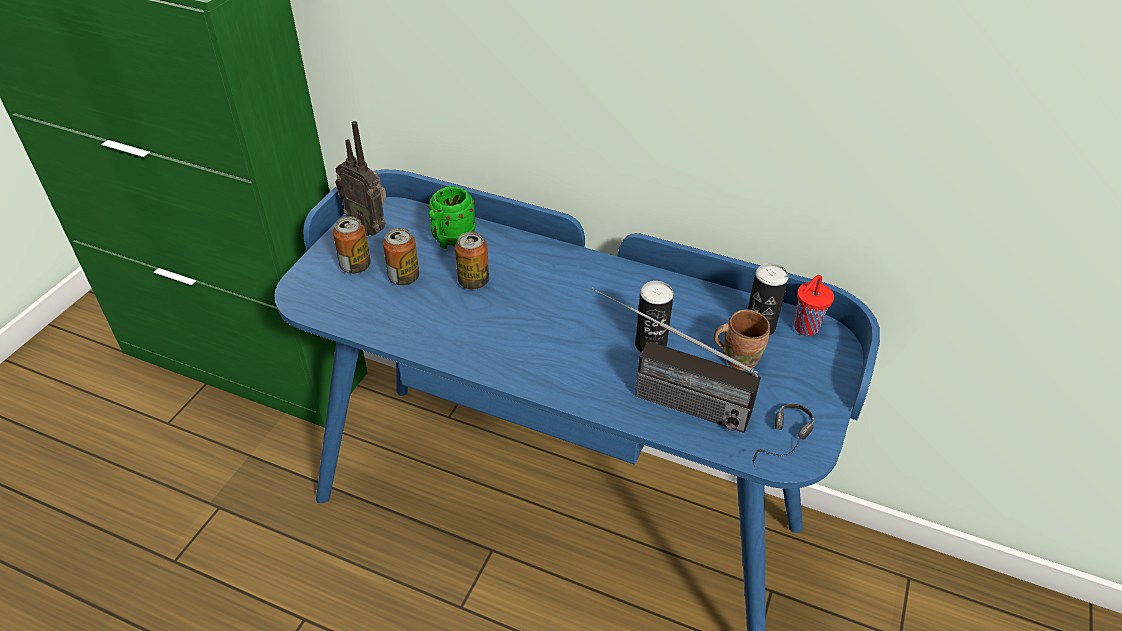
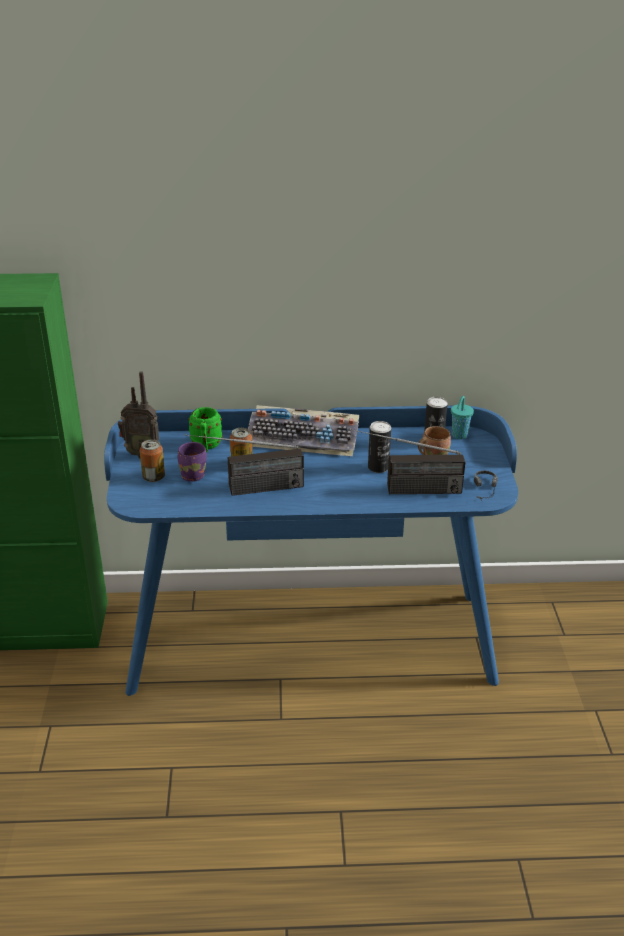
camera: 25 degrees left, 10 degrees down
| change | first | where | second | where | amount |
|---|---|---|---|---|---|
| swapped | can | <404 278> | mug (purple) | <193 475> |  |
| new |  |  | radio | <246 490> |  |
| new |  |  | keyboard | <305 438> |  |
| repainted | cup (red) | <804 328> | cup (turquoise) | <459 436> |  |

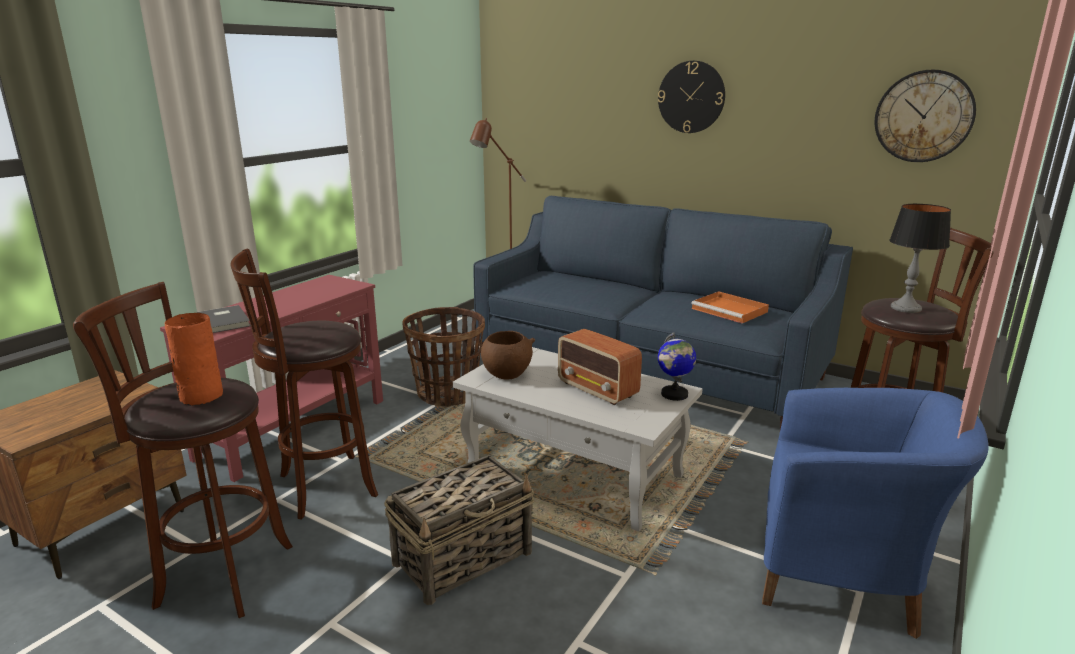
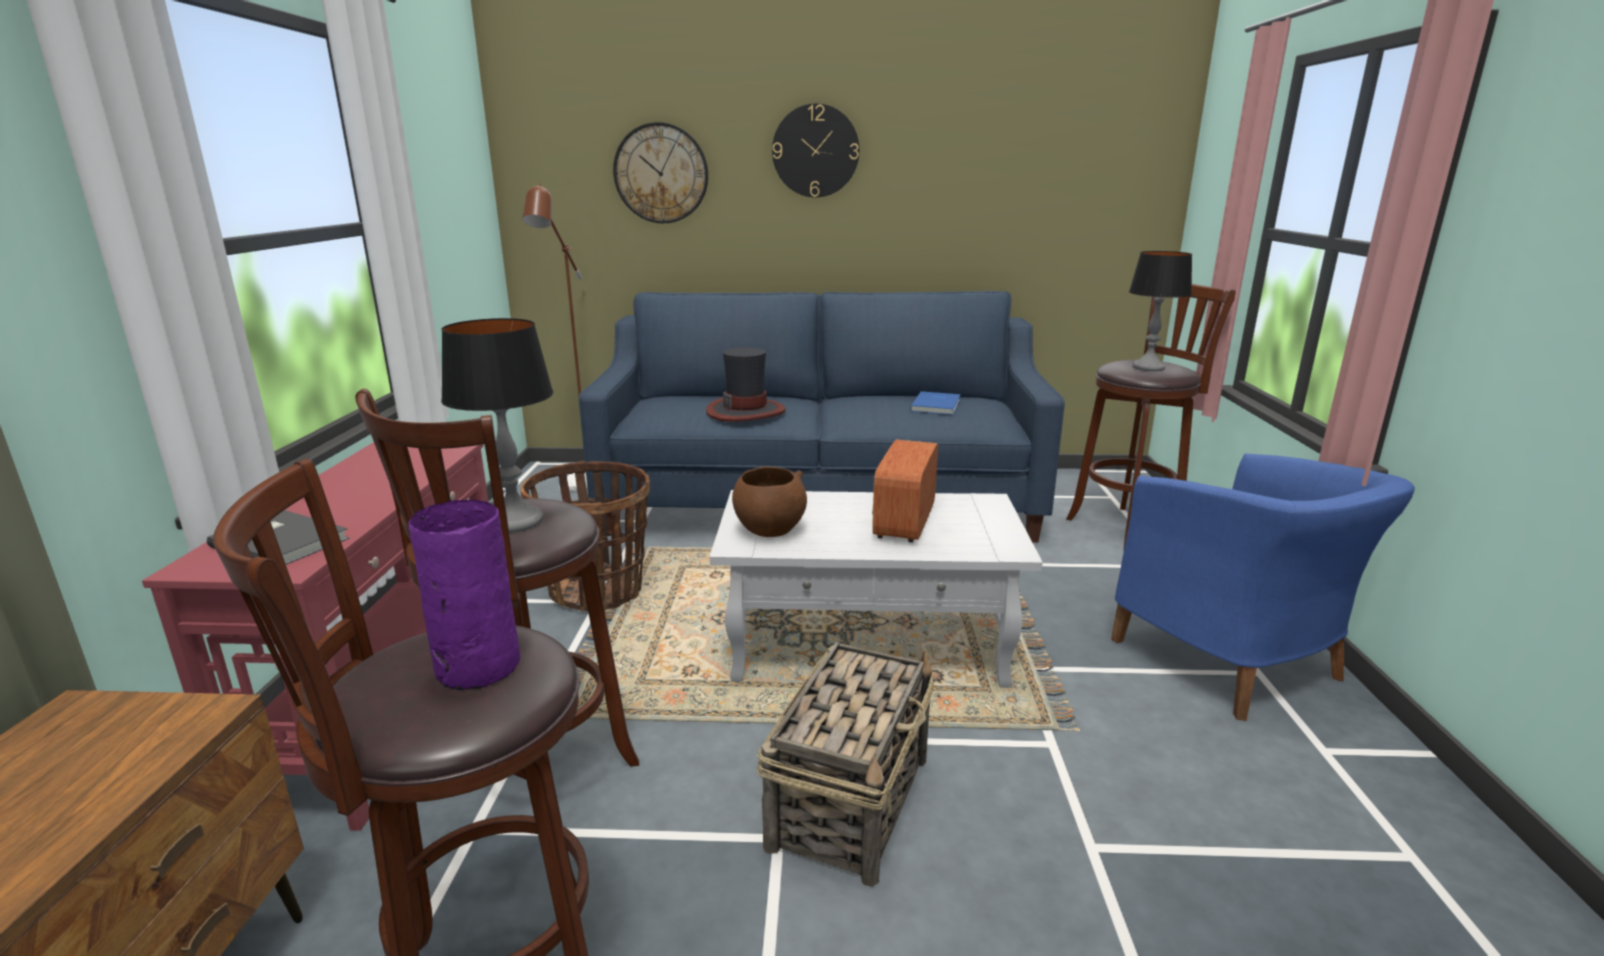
camera: 30 degrees left, 0 degrees up
| change | first | where | second | where | amount |
|---|---|---|---|---|---|
| repainted | vase (orange) | <200 396> | vase (purple) | <475 667> |  |
| new |  |  | table lamp | <516 521> |  |
| shifted | wall clock | <923 116> |  | <661 173> |  |
| new |  |  | hat | <746 411> |  |
| rotated | radio | <598 390> |  | <904 522> | 90 degrees clockwise |
| swapped | tray (orange) | <730 310> | book (blue) | <937 405> |  |
| rotated | armchair (blue) | <844 576> |  | <1232 663> | 75 degrees clockwise |
| gone | globe | <674 394> |  |  |  |

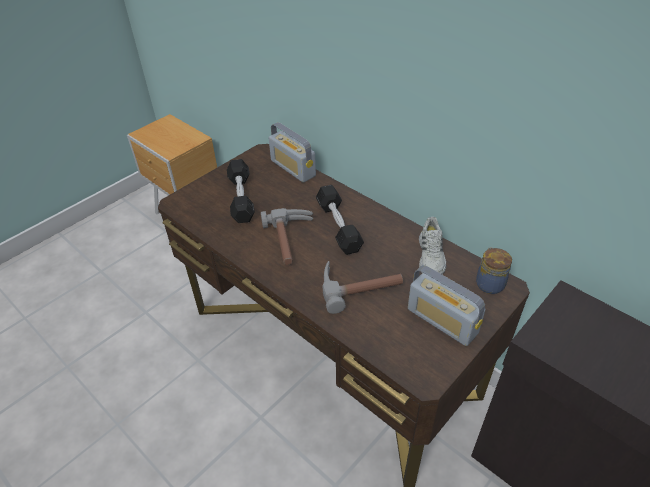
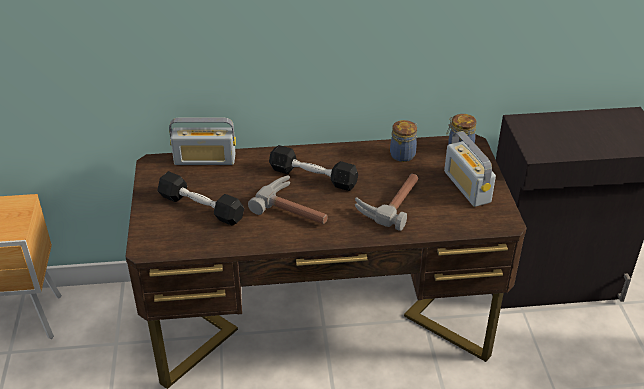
camera: 50 degrees left, 5 degrees down
| change | first | where | second | where | amount |
|---|---|---|---|---|---|
| swapped | shoe (white) | <431 256> | jar | <403 155> |  |
| rotated | radio | <442 321> |  | <467 187> | 75 degrees clockwise |

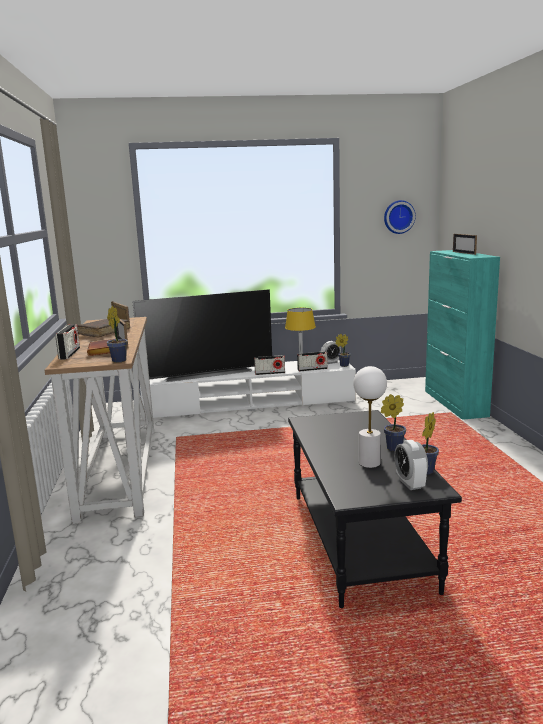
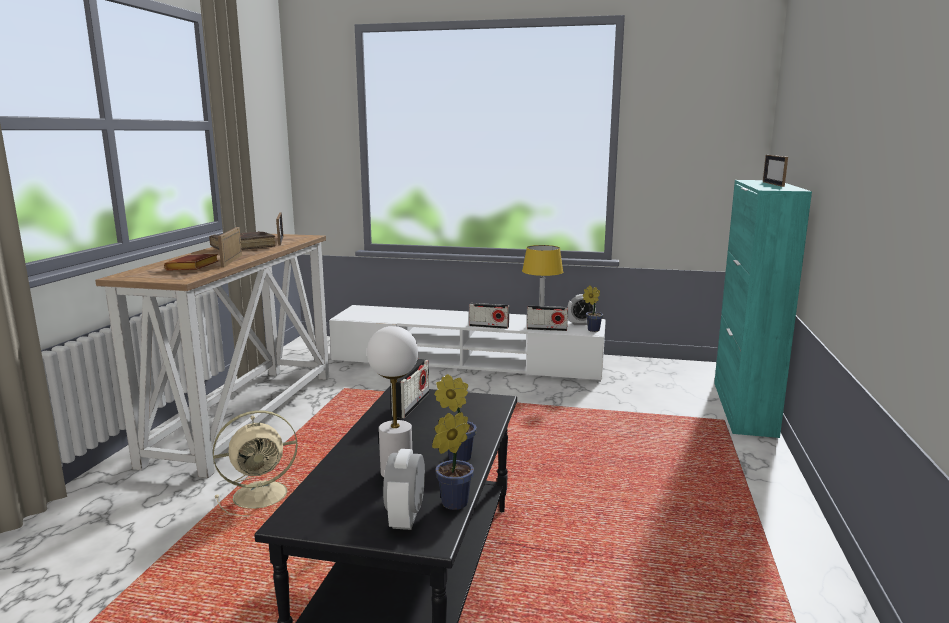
camera: 20 degrees right, 0 degrees up
| change | first | where | second | where | amount |
|---|---|---|---|---|---|
| new |  |  | fan (beige) | <263 495> |  |
| shifted | radio | <69 353> |  | <411 405> |  |
| gone | potted plant | <120 360> |  |  |  |
| gone | television | <207 373> |  |  |  |
| gone | wall clock | <398 217> |  |  |  |

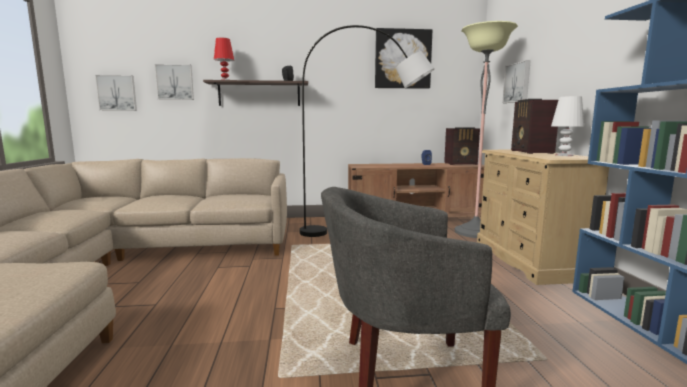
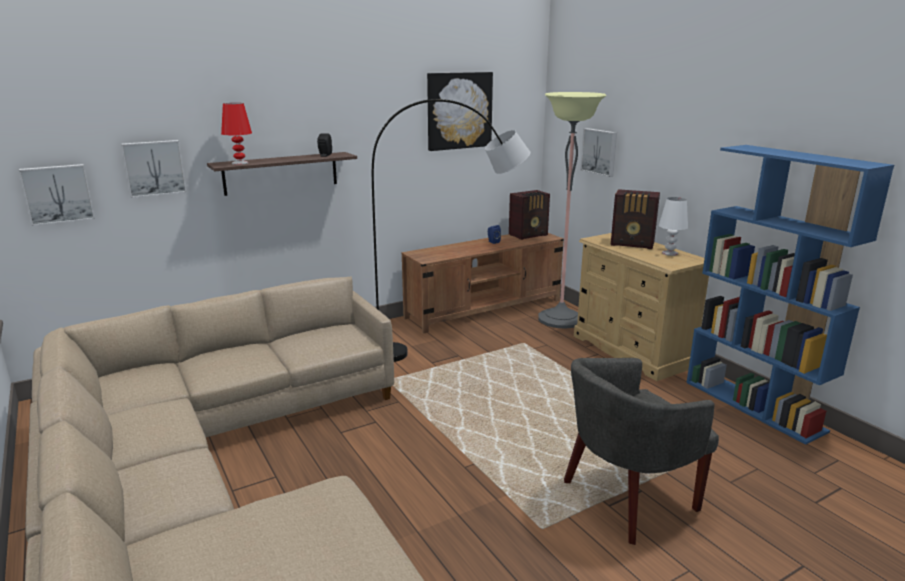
camera: 25 degrees left, 10 degrees up
| change | first | where | second | where | amount |
|---|---|---|---|---|---|
| rotated | radio | <531 152> |  | <633 244> | 45 degrees counterclockwise |

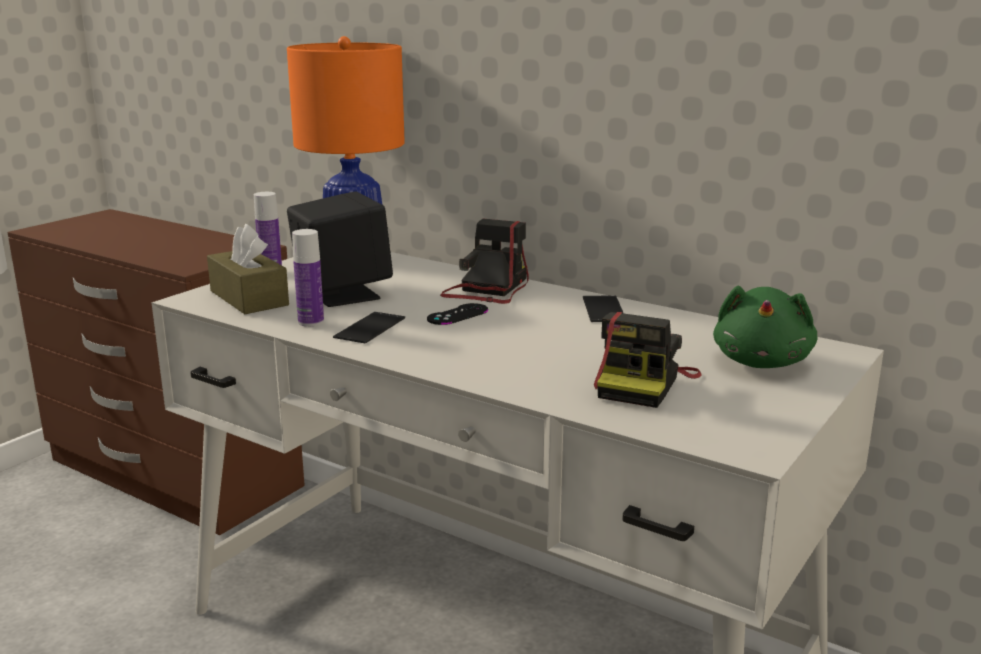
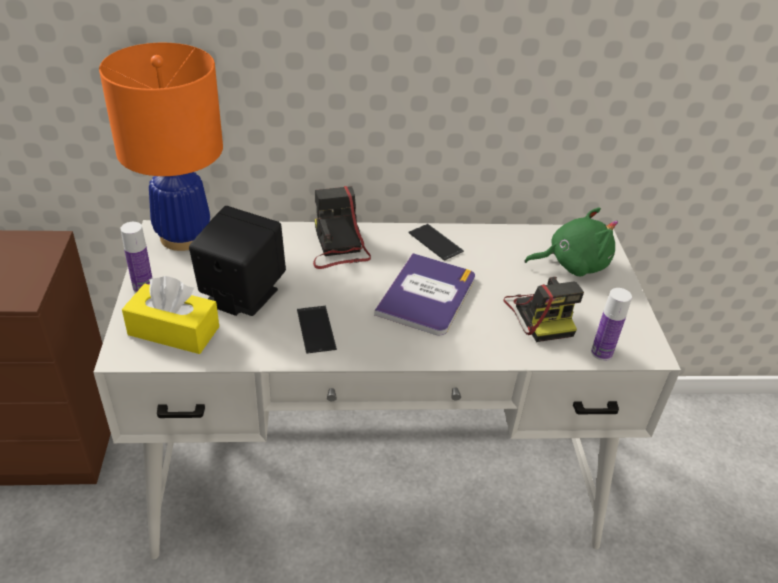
camera: 40 degrees left, 20 degrees up
| change | first | where | second | where | amount |
|---|---|---|---|---|---|
| repainted | tissue box (brown) | <249 298> | tissue box (yellow) | <174 331> |  |
| new |  |  | book | <427 295> |  |
| rotated | plush toy (green) | <762 362> |  | <572 264> | 75 degrees counterclockwise |
| shifted | bottle | <311 322> |  | <601 353> |  |
| gone | game controller (black) | <457 315> |  |  |  |

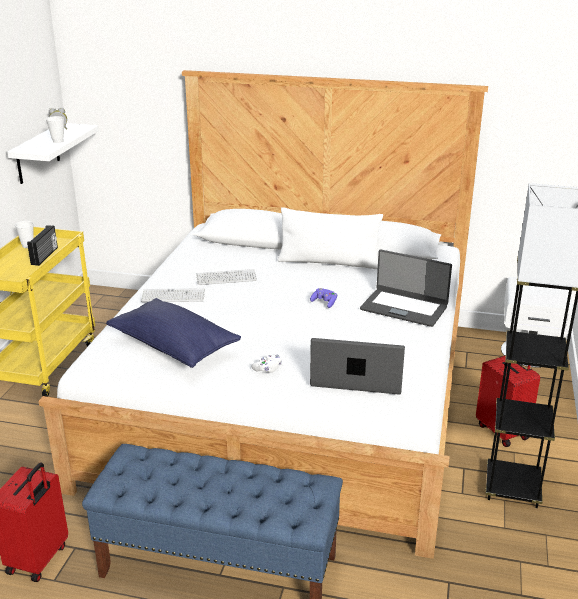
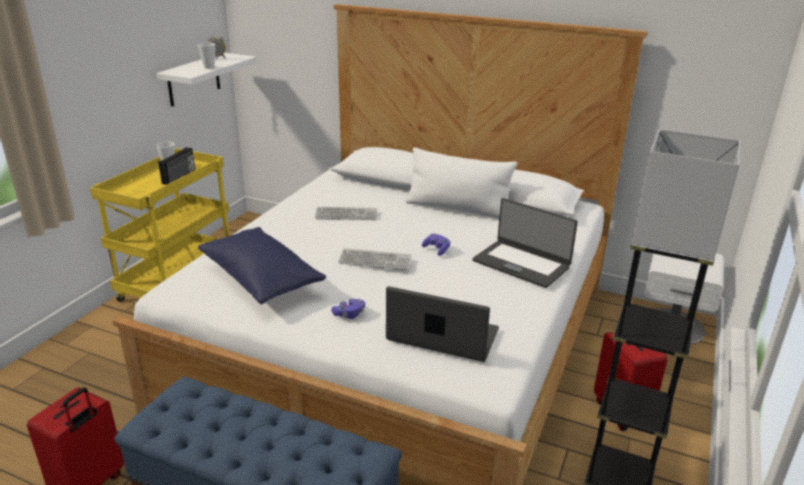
camera: 10 degrees right, 0 degrees up
| change | first | where | second | where | amount |
|---|---|---|---|---|---|
| repainted | game controller (white) | <268 369> | game controller (purple) | <349 314> |  |
| shifted | keyboard | <173 296> |  | <375 260> |  |

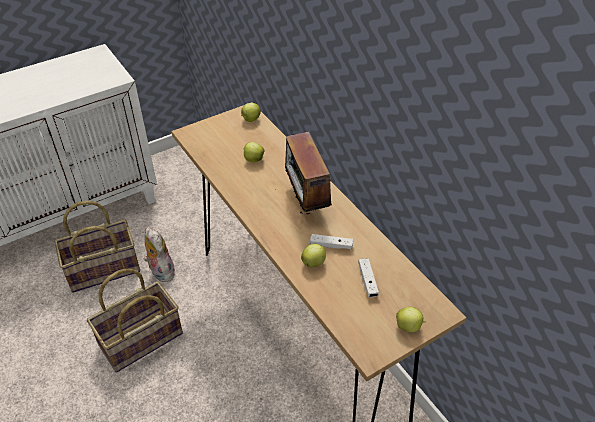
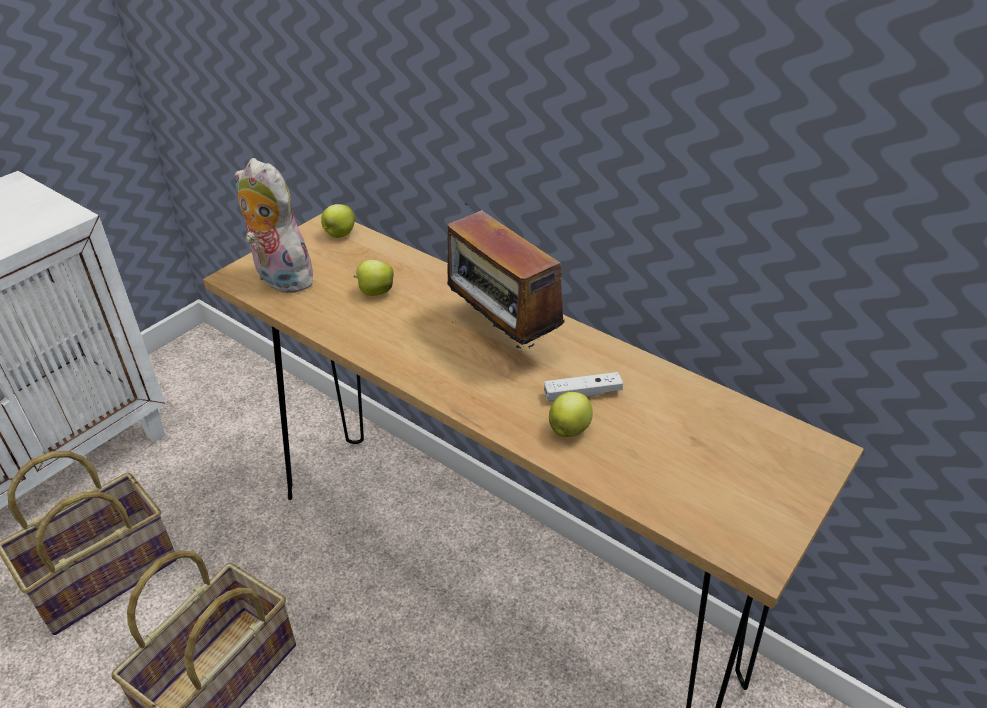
camera: 20 degrees left, 5 degrees down
| change | first | where | second | where | amount |
|---|---|---|---|---|---|
| shifted | plush toy | <160 271> |  | <279 279> |  |
| gone | game controller (white) | <367 281> |  |  |  |
| gone | apple | <409 326> |  |  |  |

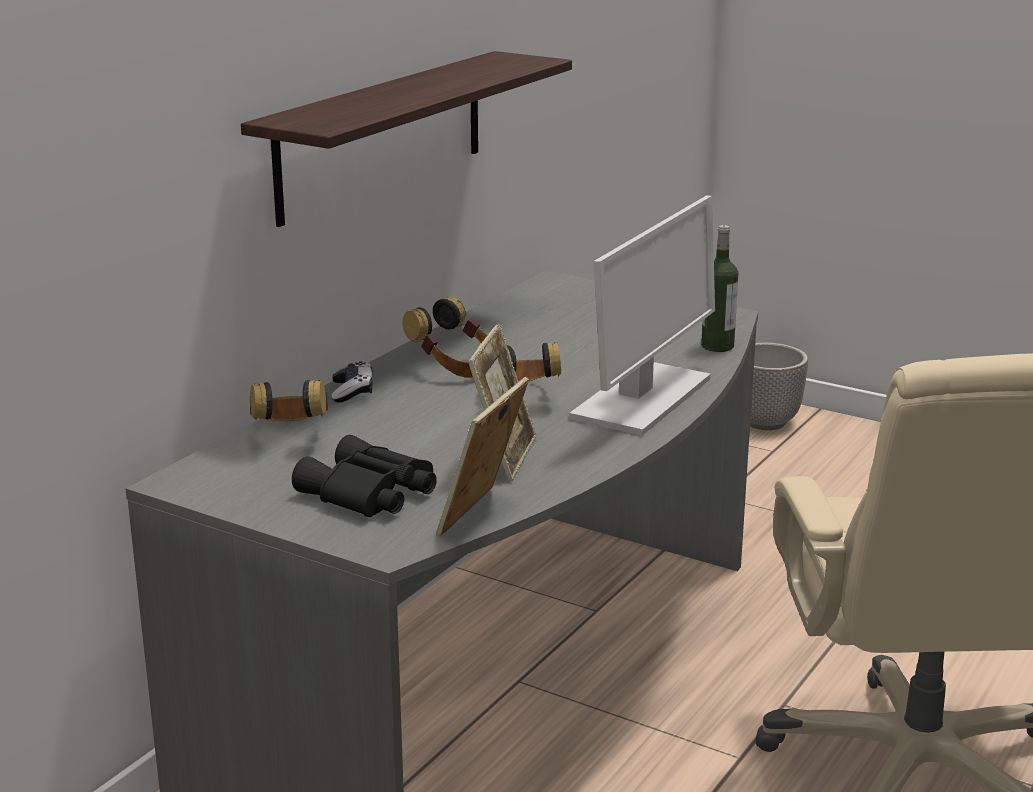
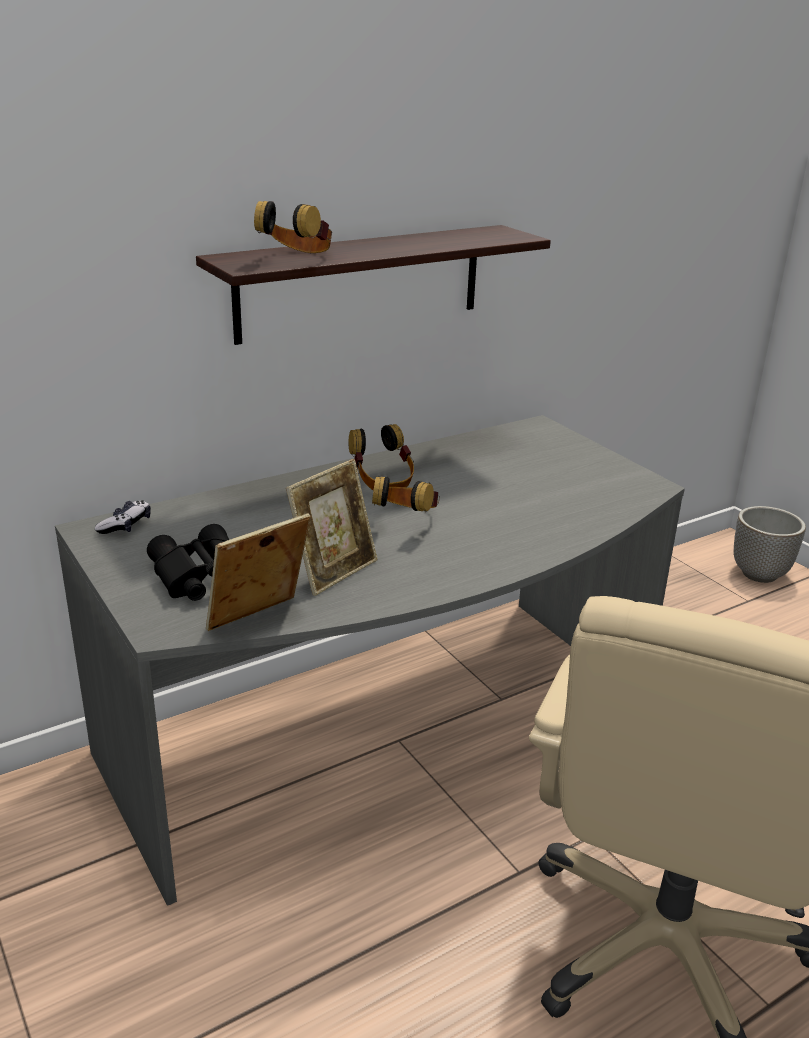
camera: 25 degrees right, 5 degrees up
| change | first | where | second | where | amount |
|---|---|---|---|---|---|
| shifted | game controller | <352 392> |  | <125 525> |  |
| shifted | headphones | <290 435> |  | <297 259> |  |
| gone | monitor | <642 399> |  |  |  |
| gone | bottle | <717 346> |  |  |  |

